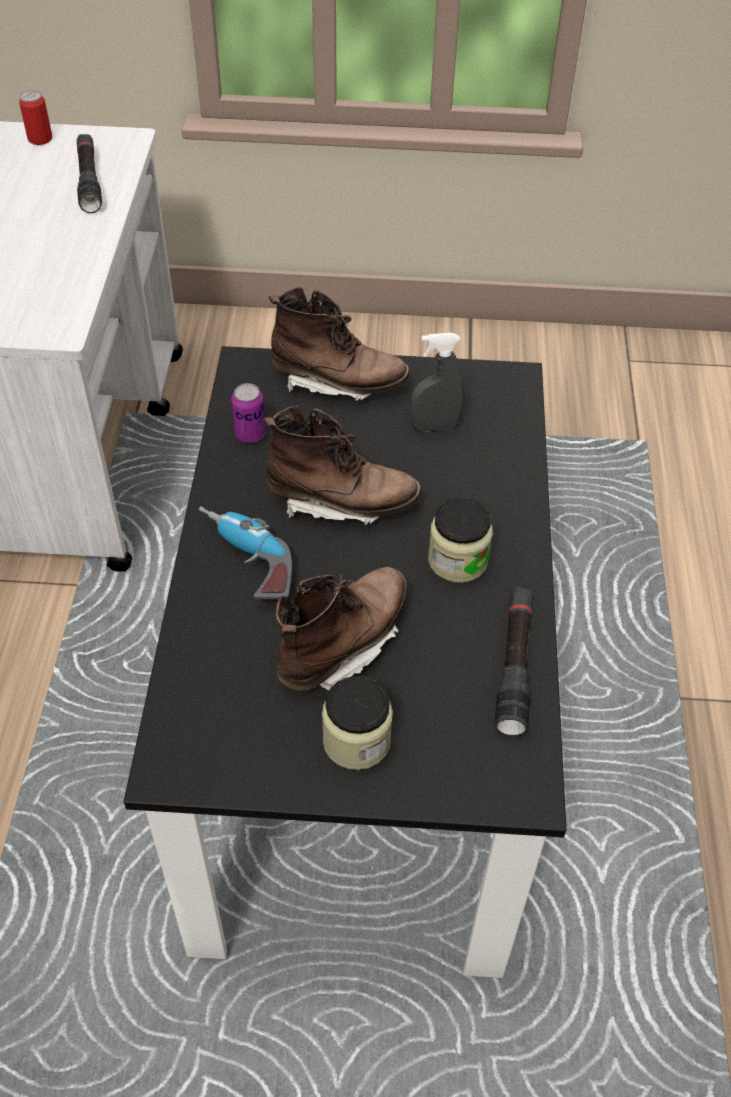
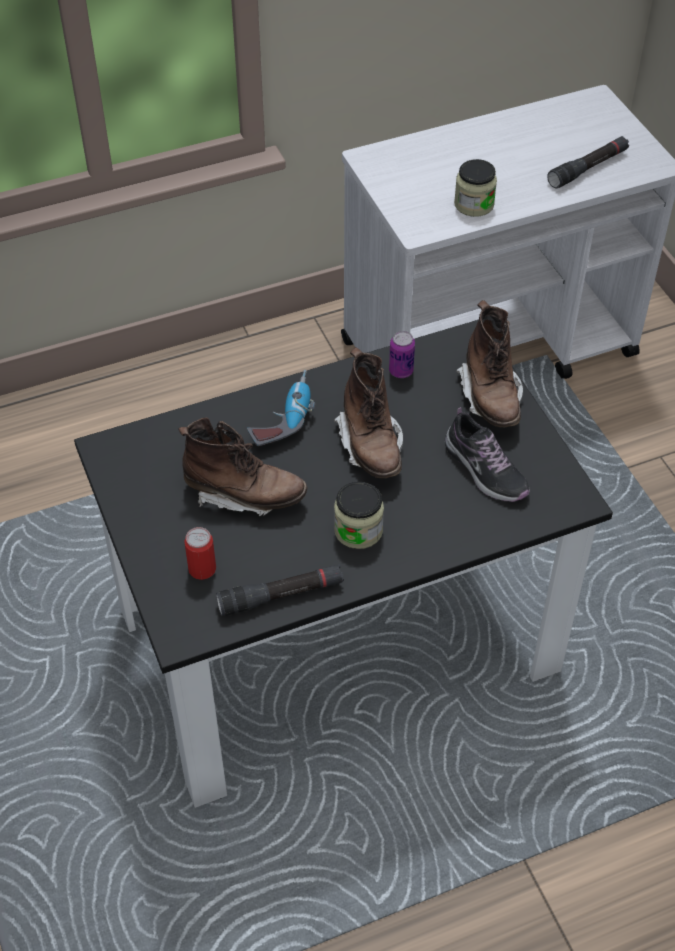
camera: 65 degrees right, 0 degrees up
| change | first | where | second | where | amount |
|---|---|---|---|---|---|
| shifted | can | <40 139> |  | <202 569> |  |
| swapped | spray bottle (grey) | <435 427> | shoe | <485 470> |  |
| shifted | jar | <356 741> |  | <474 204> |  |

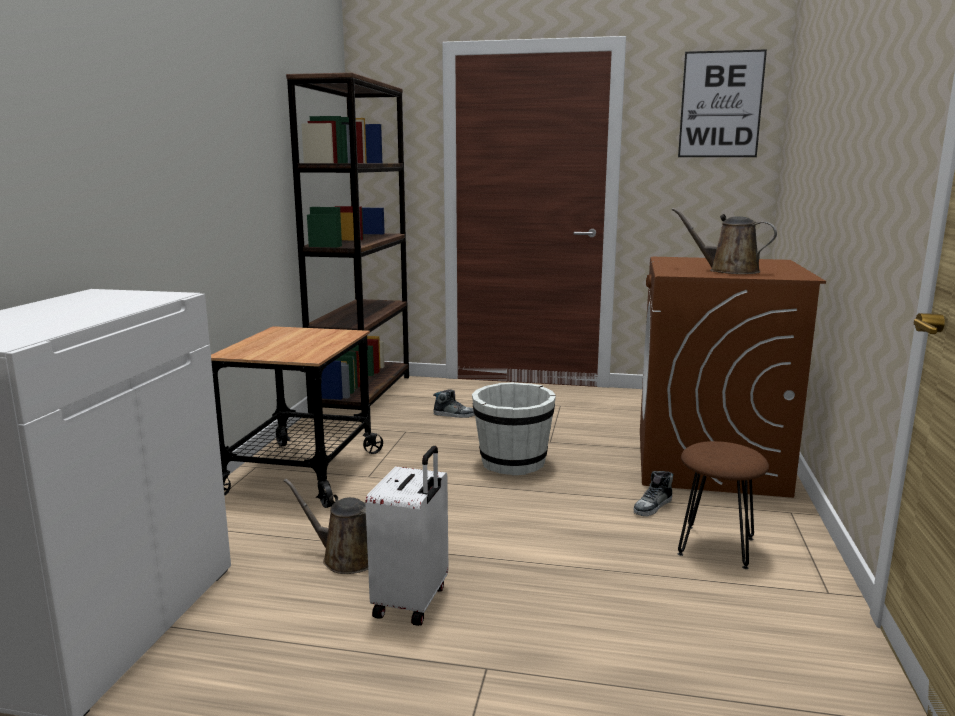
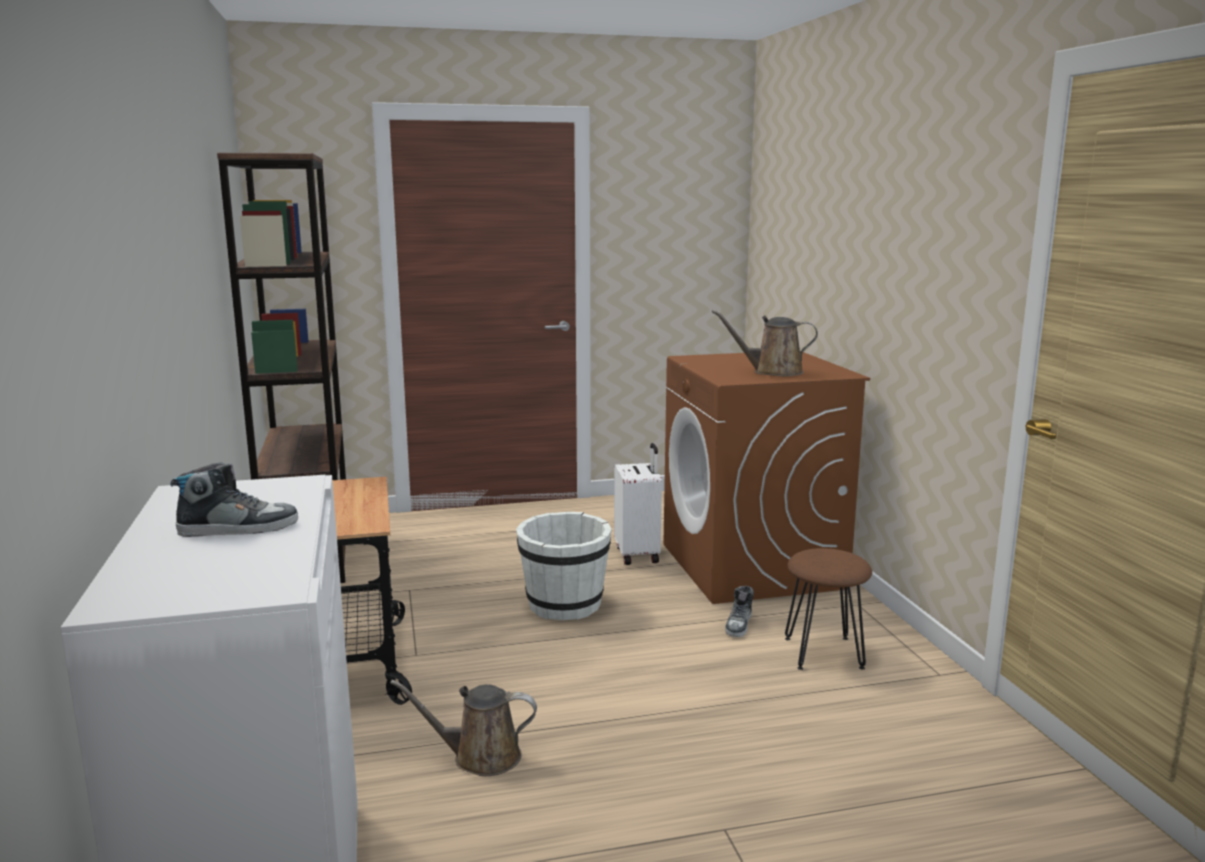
camera: 25 degrees left, 0 degrees up
| change | first | where | second | where | amount |
|---|---|---|---|---|---|
| shifted | shoe | <454 414> |  | <238 528> |  |
| shifted | suitcase (white) | <412 602> |  | <638 554> |  |
| gone | picture | <721 105> |  |  |  |

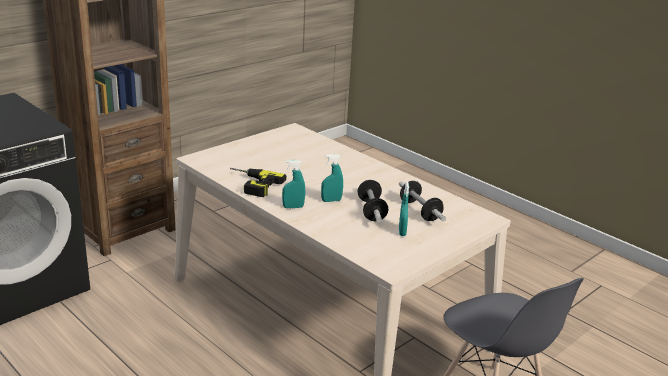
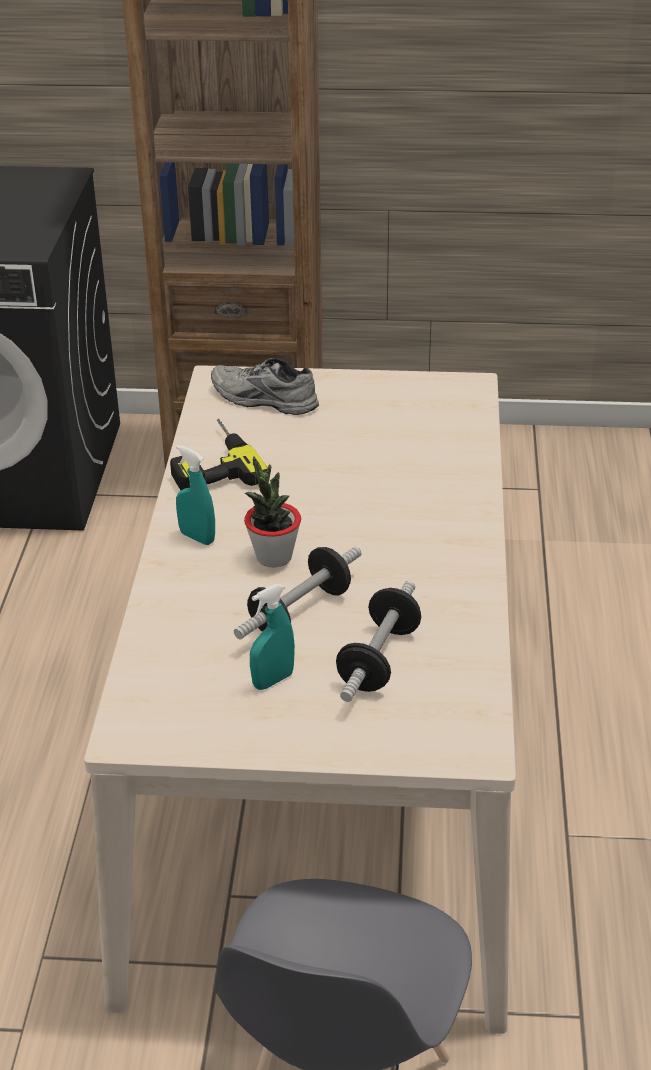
camera: 50 degrees right, 10 degrees up
| change | first | where | second | where | amount |
|---|---|---|---|---|---|
| new |  |  | shoe (grey) | <262 400> |  |
| swapped | spray bottle (turquoise) | <331 200> | potted plant | <273 557> |  |

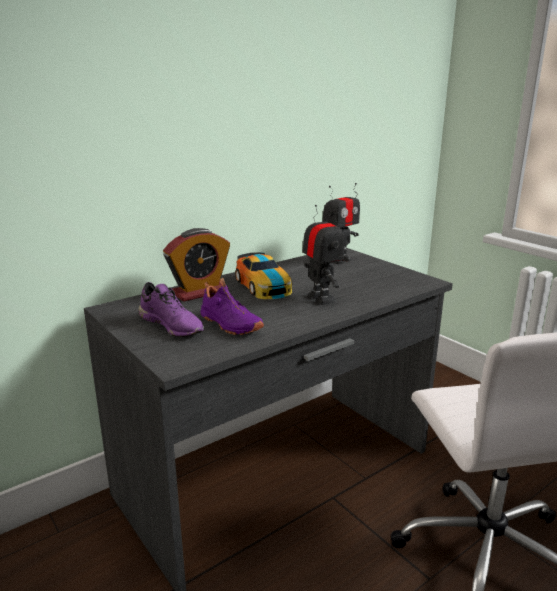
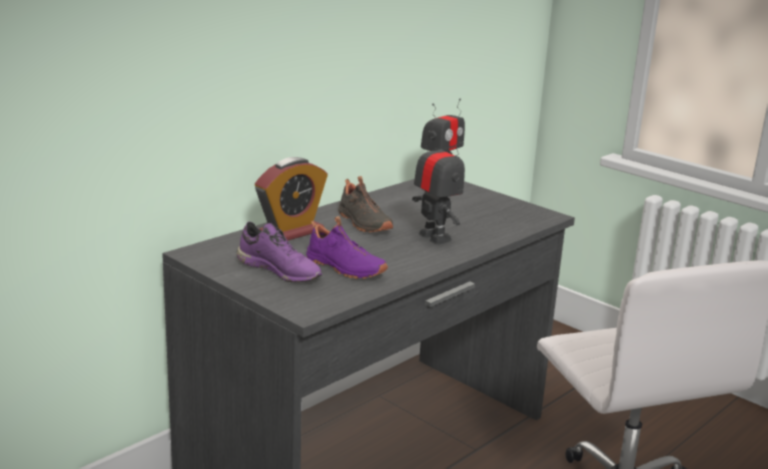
camera: 10 degrees left, 0 degrees up
| change | first | where | second | where | amount |
|---|---|---|---|---|---|
| swapped | toy car | <263 286> | shoe (black) | <362 223> |  |

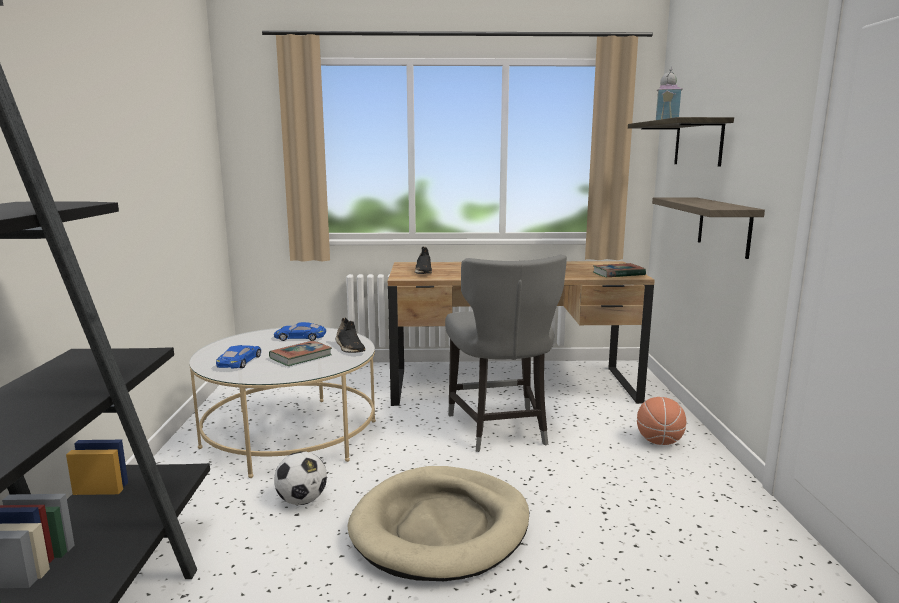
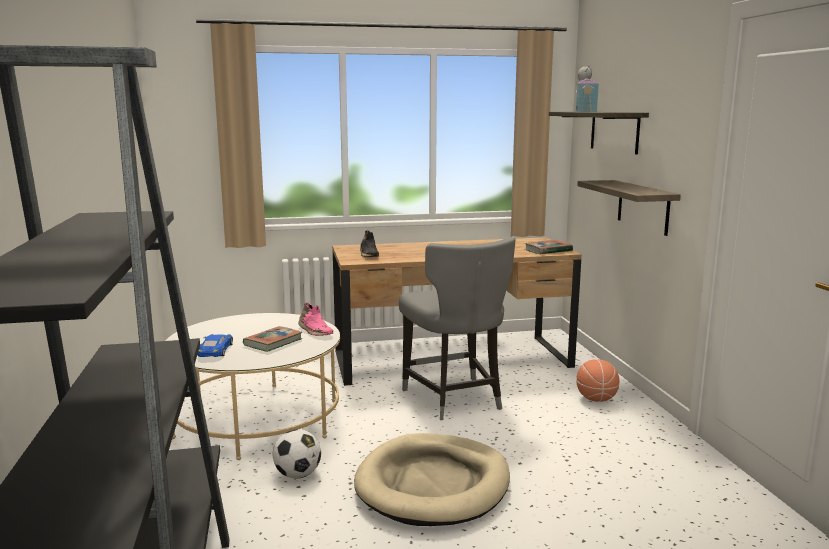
camera: 10 degrees left, 0 degrees up
| change | first | where | second | where | amount |
|---|---|---|---|---|---|
| repainted | shoe (black) | <349 348> | shoe (pink) | <314 331> |  |
| gone | toy car (blue) | <300 337> |  |  |  |

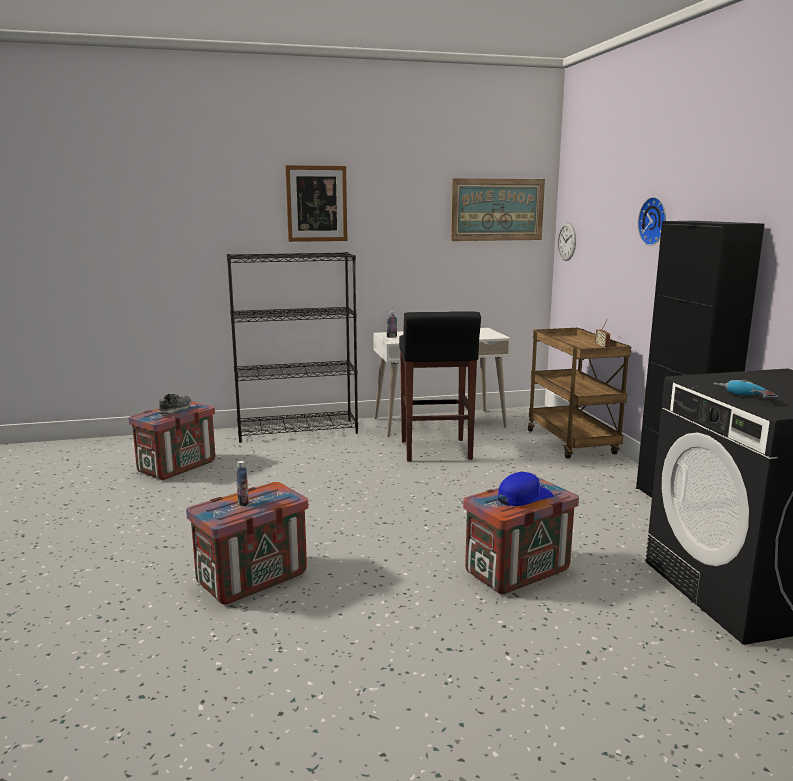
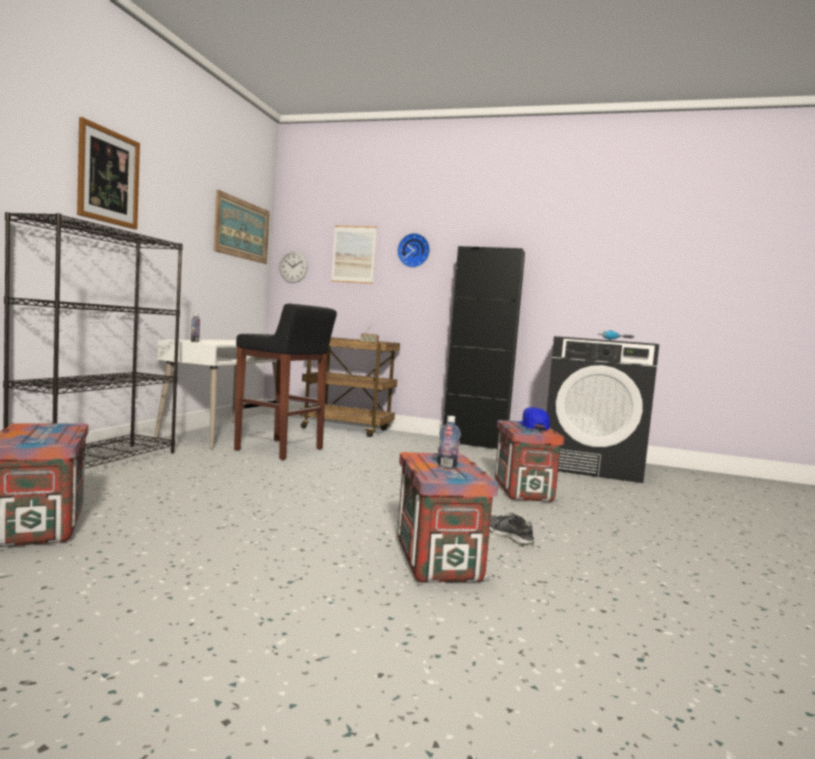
camera: 60 degrees left, 10 degrees down
| change | first | where | second | where | amount |
|---|---|---|---|---|---|
| new |  |  | picture | <353 254> |  |
| shifted | shoe | <175 410> |  | <508 537> |  |

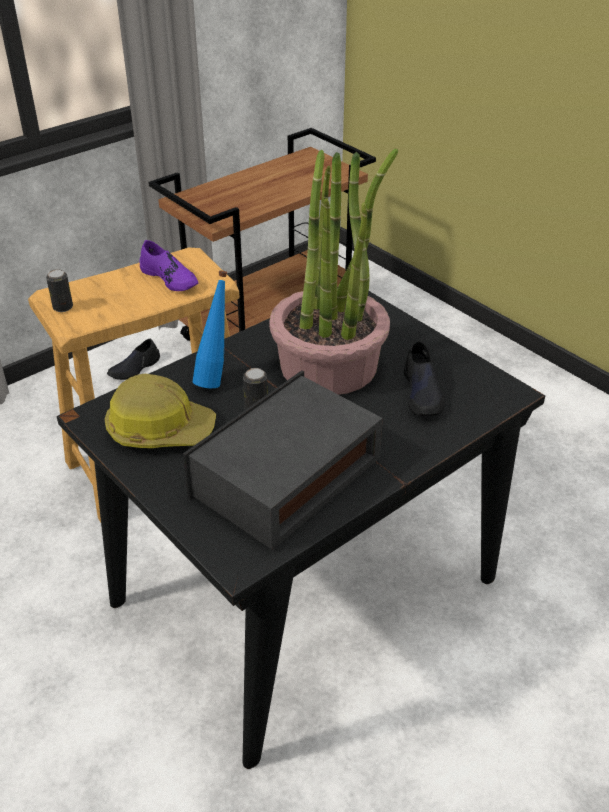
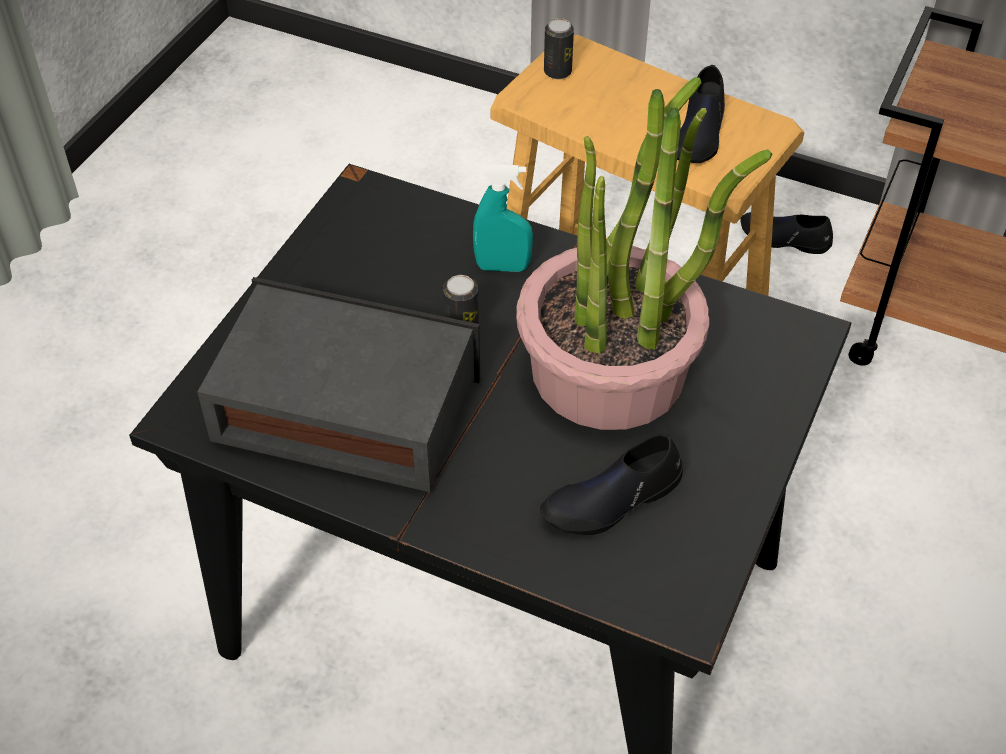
camera: 65 degrees right, 10 degrees up
| change | first | where | second | where | amount |
|---|---|---|---|---|---|
| swapped | bottle (blue) | <215 378> | spray bottle (turquoise) | <502 267> |  |
| repainted | shoe (purple) | <170 278> | shoe (black) | <698 133> |  |
| gone | hard hat | <159 429> |  |  |  |

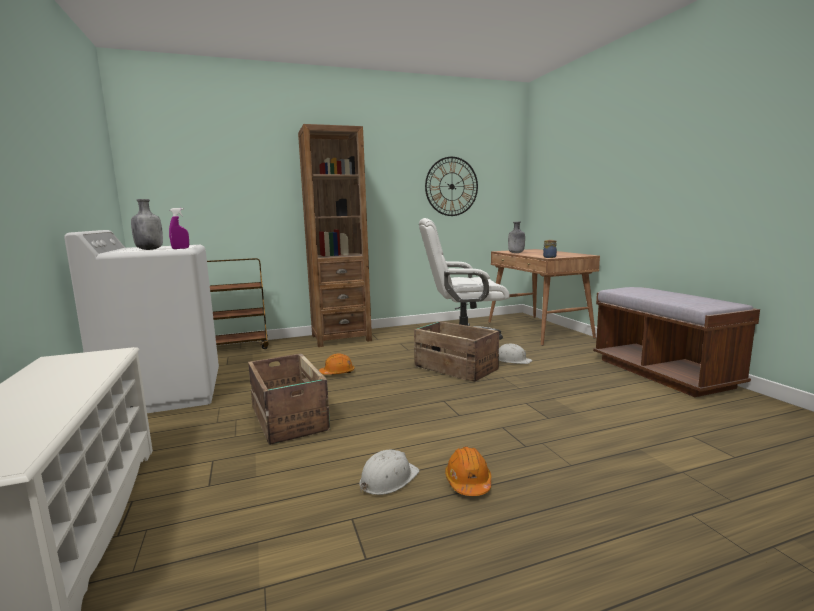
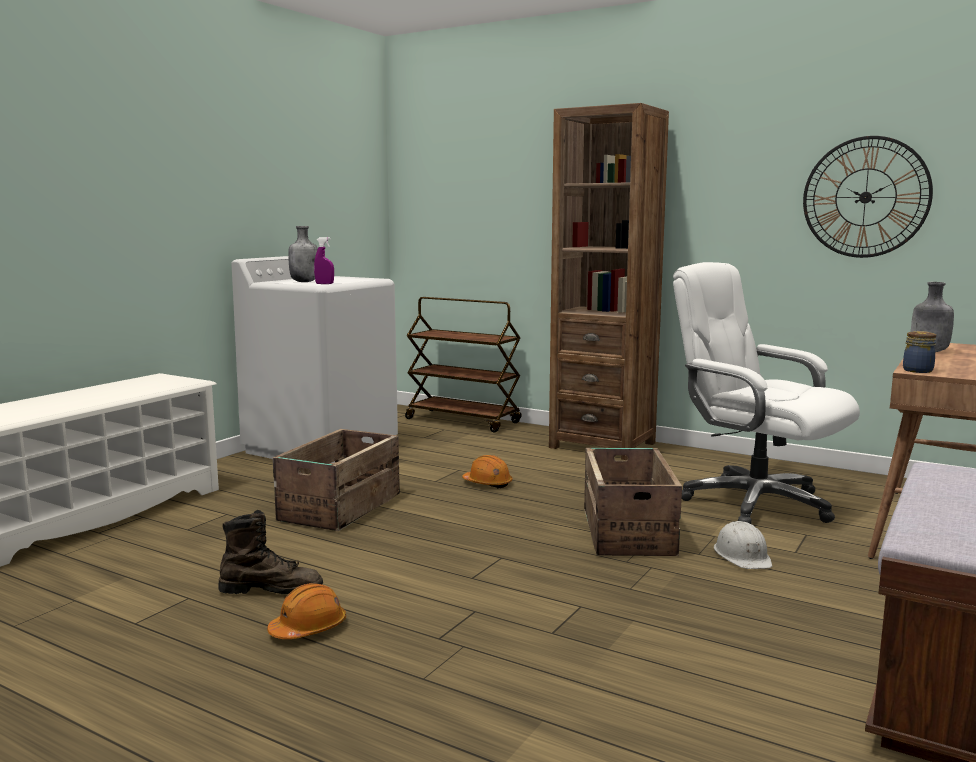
camera: 50 degrees right, 0 degrees up
| change | first | where | second | where | amount |
|---|---|---|---|---|---|
| swapped | hard hat (white) | <388 479> | boot (brown) | <271 589> |  |

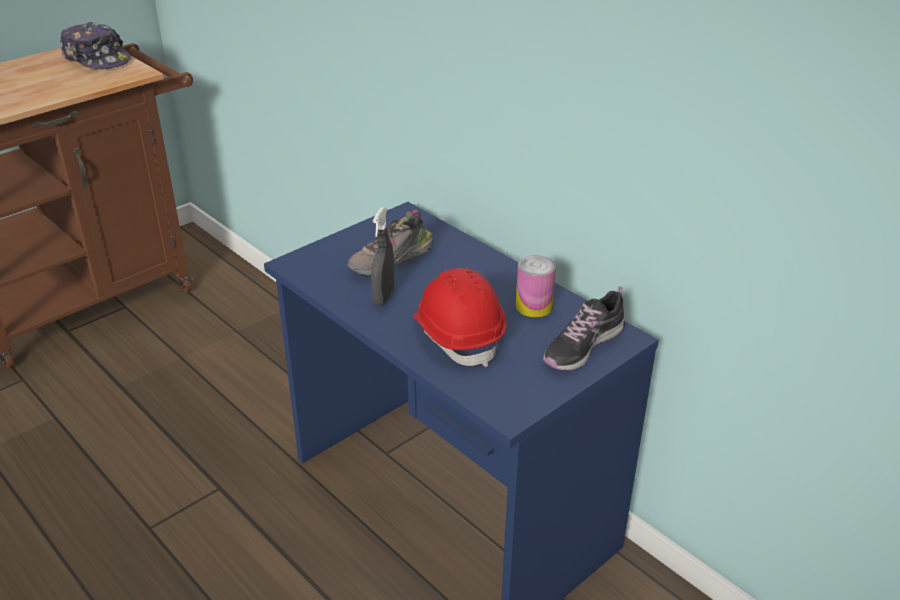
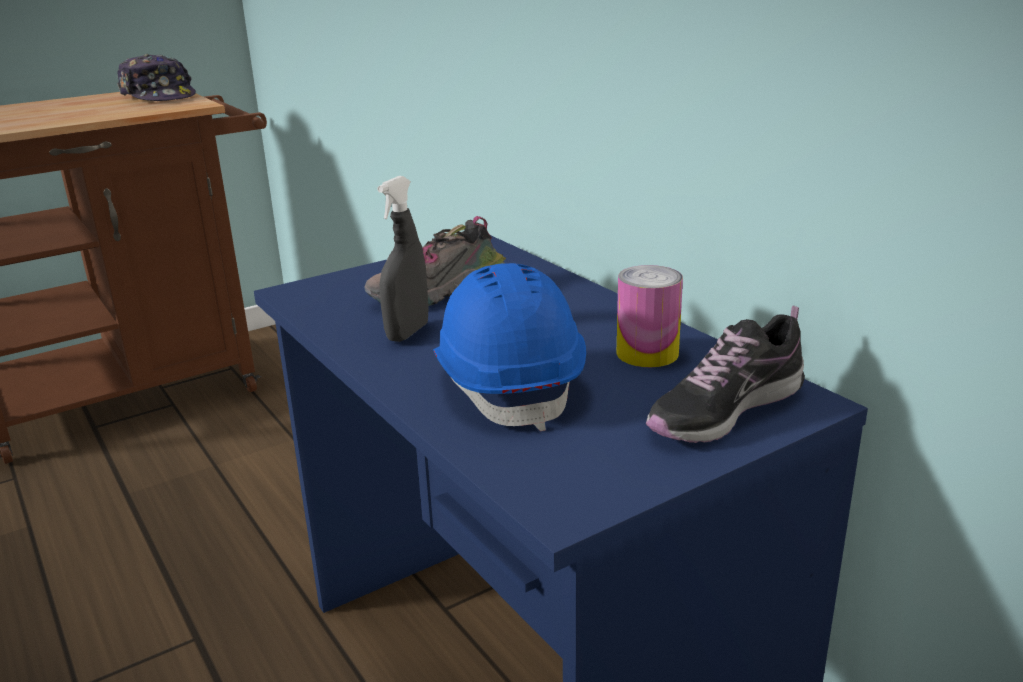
camera: 10 degrees right, 10 degrees down
| change | first | where | second | where | amount |
|---|---|---|---|---|---|
| repainted | hard hat (red) | <458 335> | hard hat (blue) | <509 385> |  |

